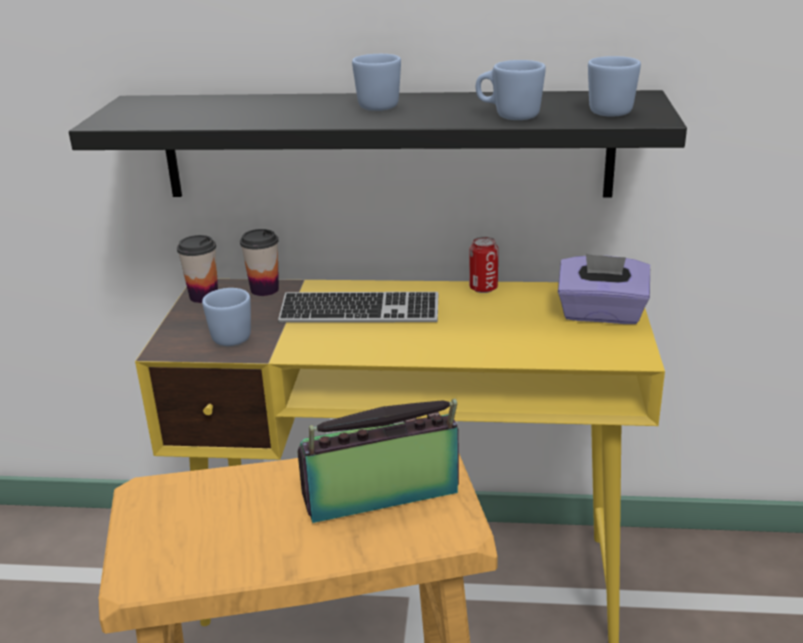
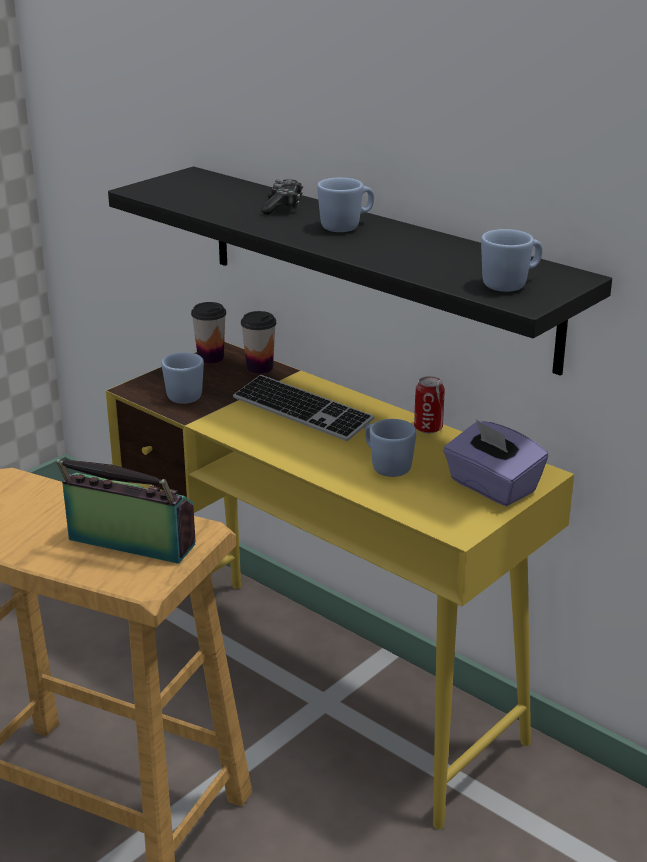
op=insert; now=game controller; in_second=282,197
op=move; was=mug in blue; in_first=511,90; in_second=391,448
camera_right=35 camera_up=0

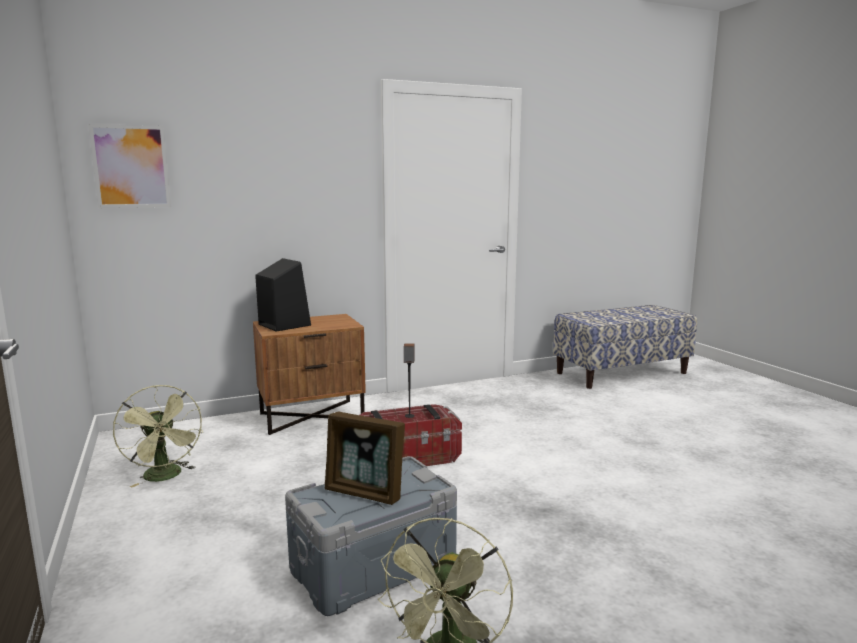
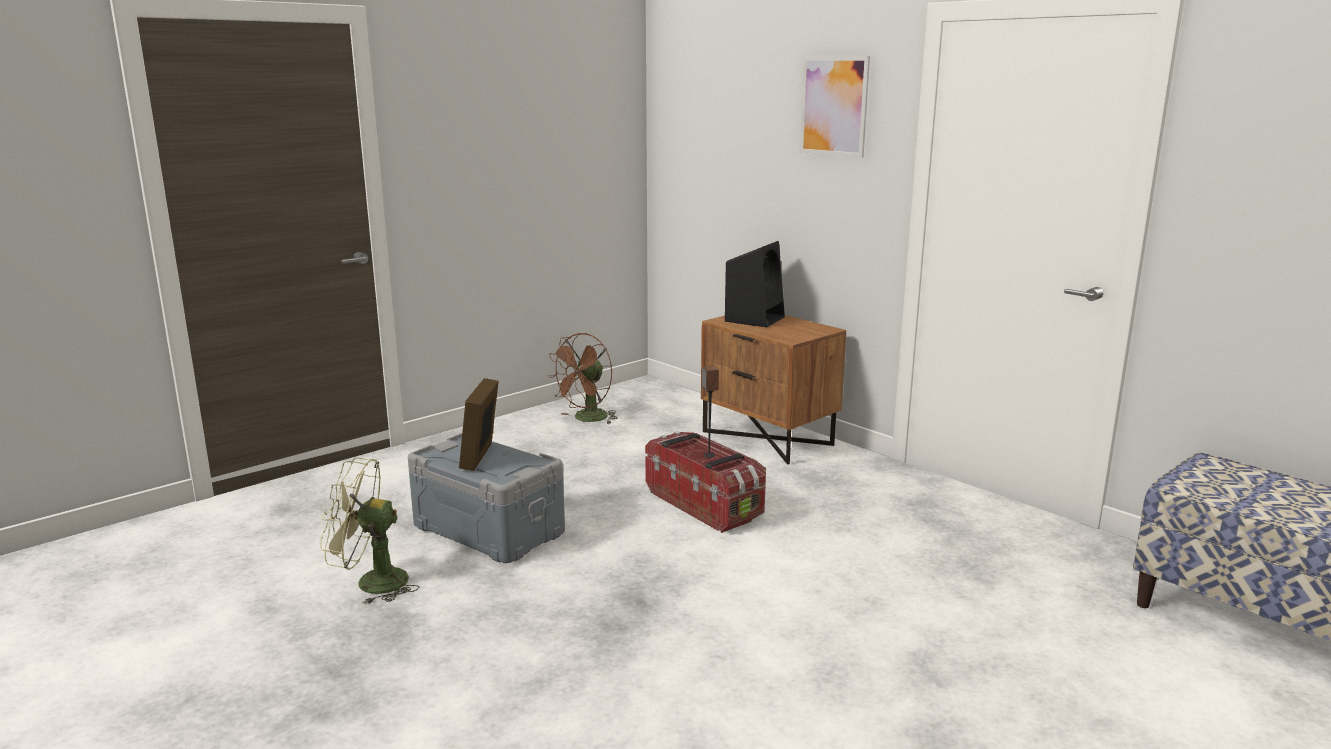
op=recolor; was=fan in green; now=fan in brown; in_first=158,436; in_second=582,378
op=move; was=picture; in_first=129,166; in_second=835,107
camera_right=70 camera_up=5

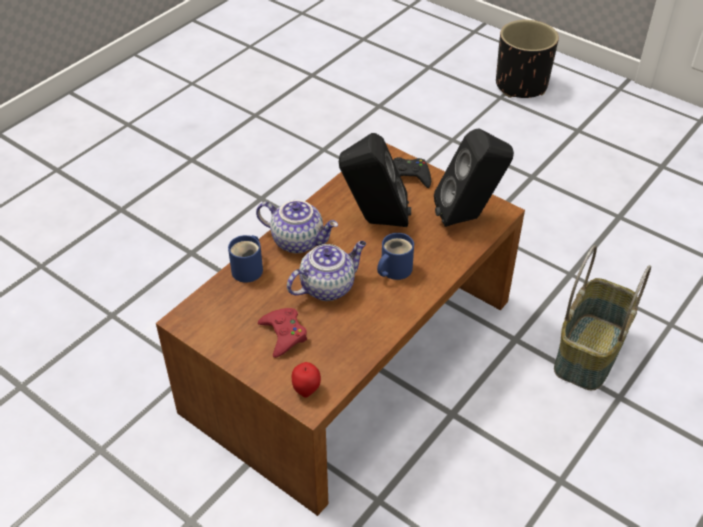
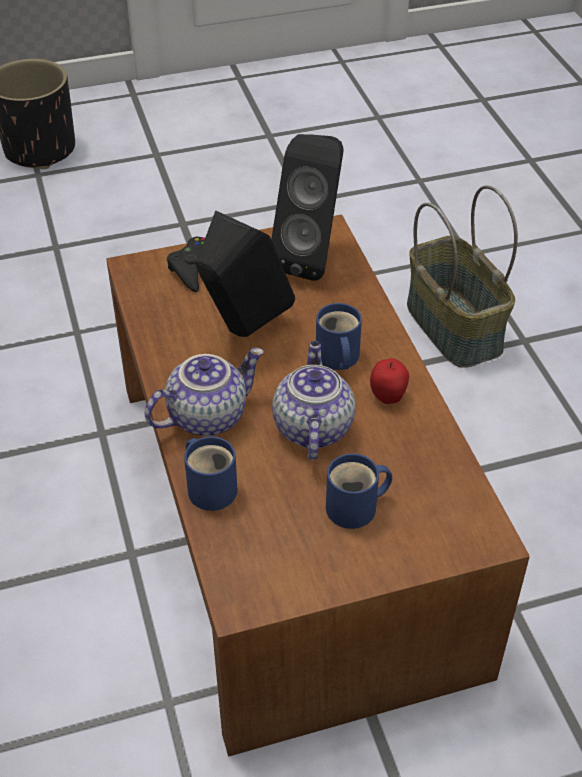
op=replace; was=game controller in red; now=mug in blue; in_first=282,333; in_second=359,491
op=move; was=apple; in_first=306,380; in_second=389,381
camera_right=-55 camera_up=0

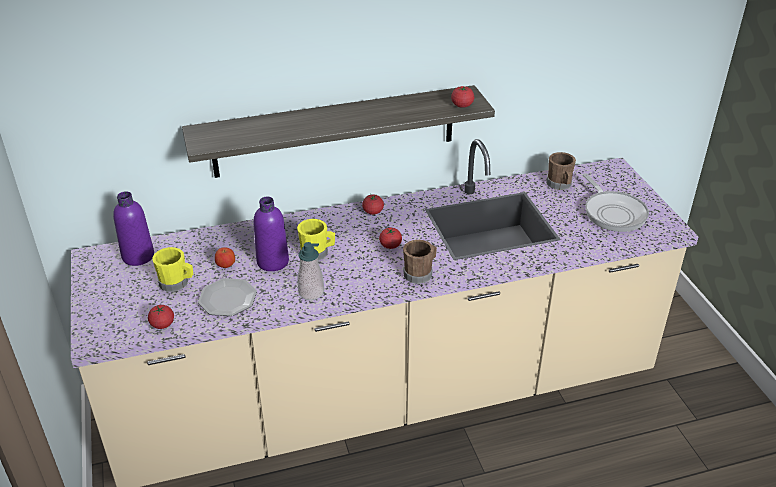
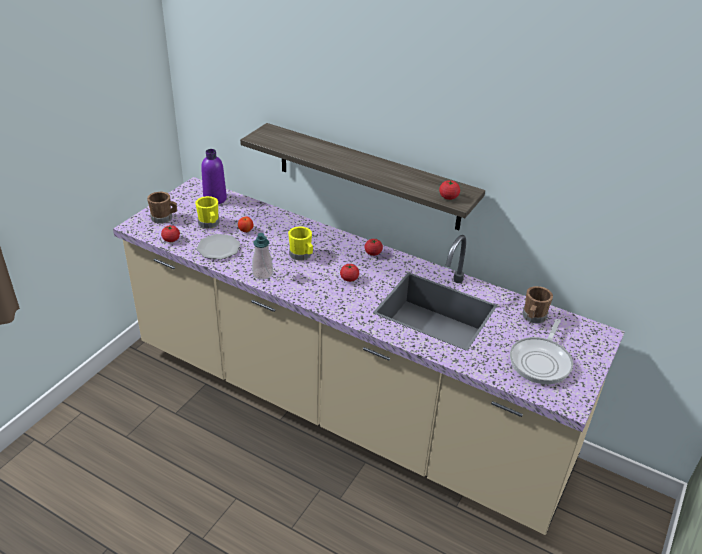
op=move; was=mug in brown; in_first=420,262; in_second=162,208
op=delete; was=bottle in purple; in_first=271,234
camera_right=45 camera_up=0

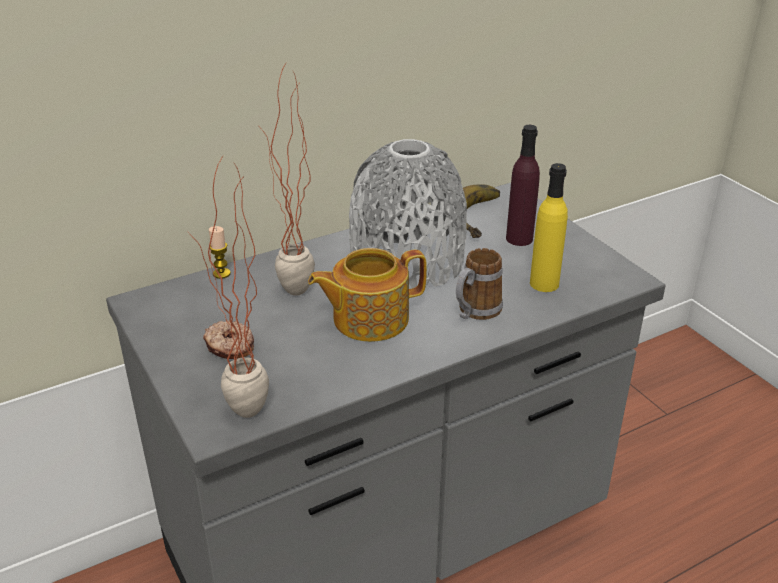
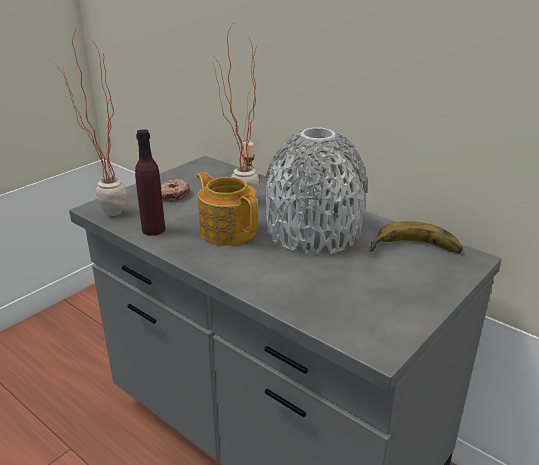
op=move; was=bottle in purple; in_first=523,185; in_second=150,182
op=delete; was=mug; in_first=479,284
op=delete; was=bottle in yellow; in_first=549,227
camera_right=70 camera_up=-5

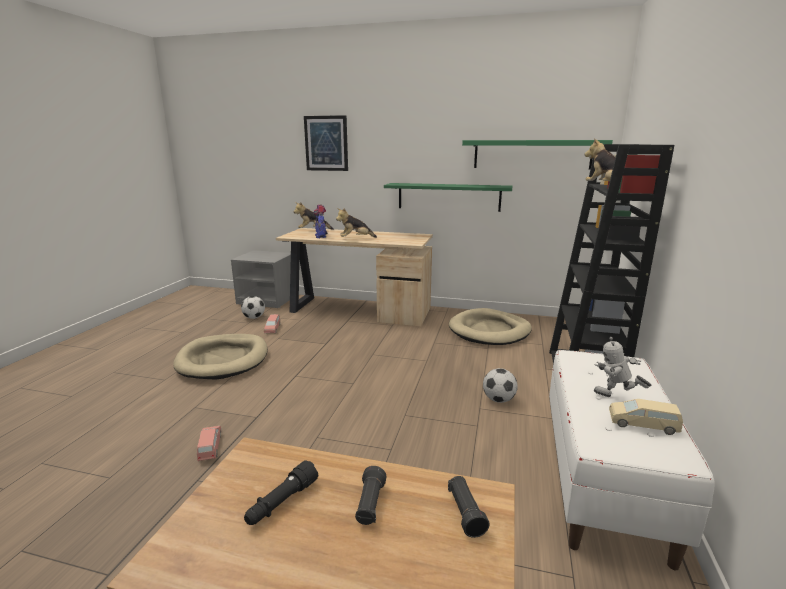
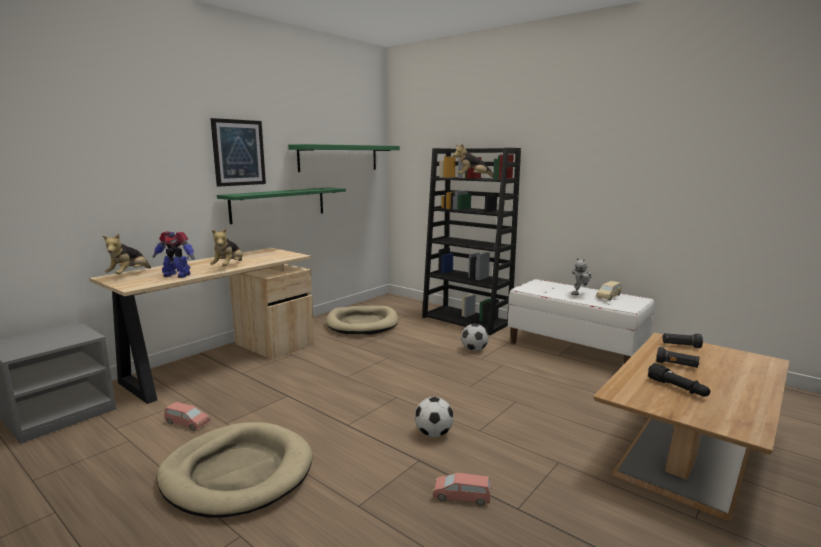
op=move; was=picture; in_first=326,143; in_second=238,152
op=move; was=football; in_first=253,307; in_second=434,417
camera_right=-65 camera_up=-5

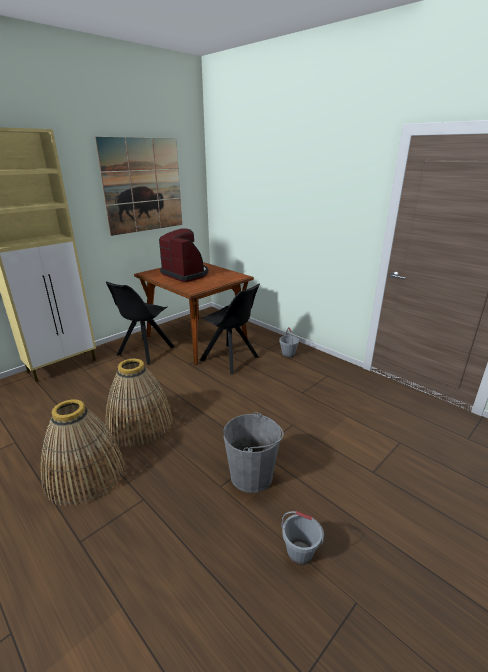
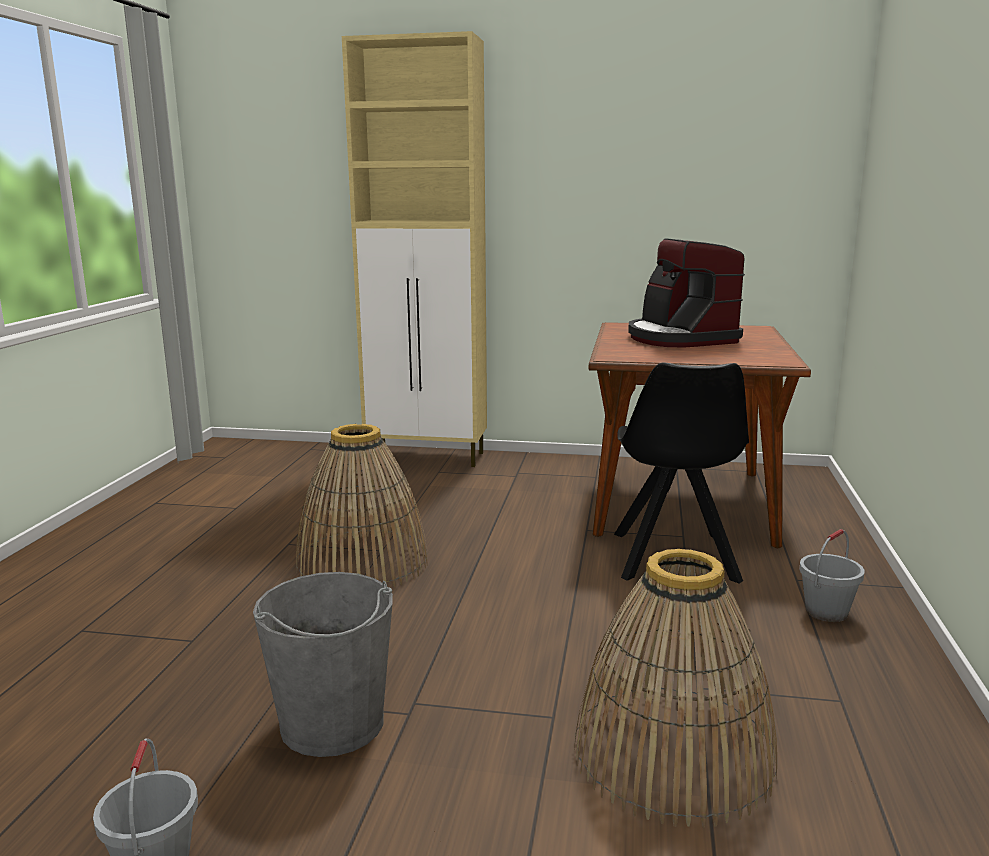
op=move; was=basket; in_first=82,453; in_second=675,688
op=rotate; was=coffee machine; in_first=183,255; in_second=686,292; clockwise=150
op=delete; was=picture; in_first=138,186
op=delete; was=chair in black; in_first=140,323
camera_right=55 camera_up=-10

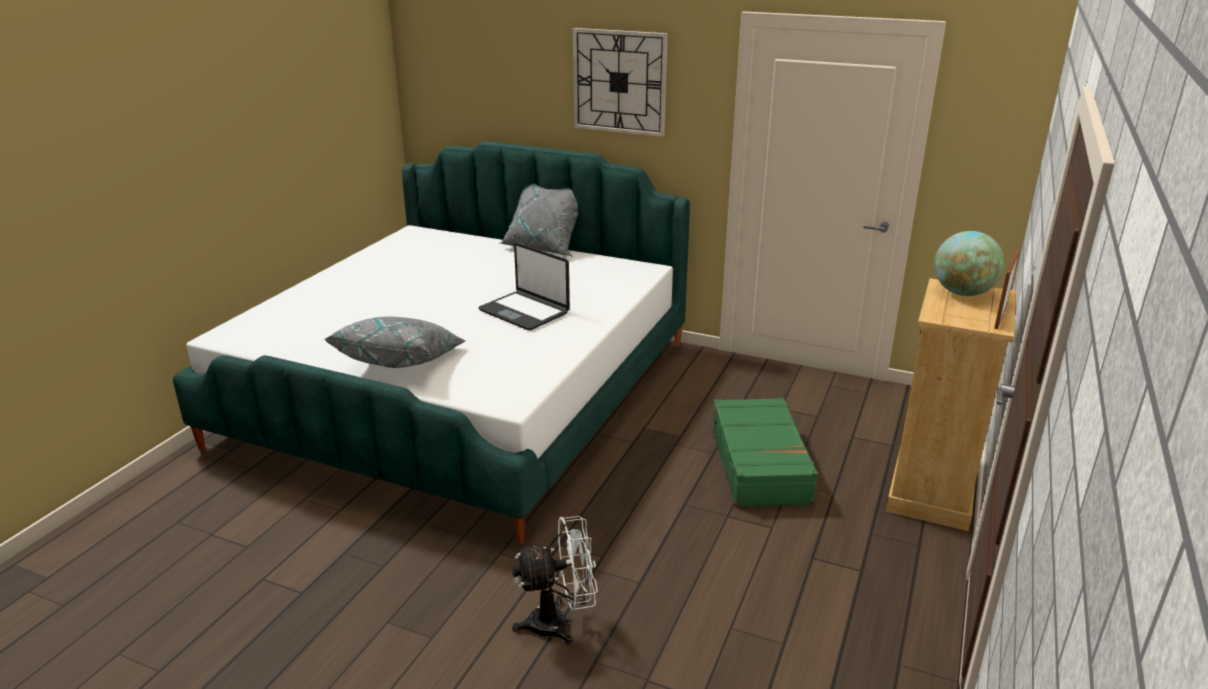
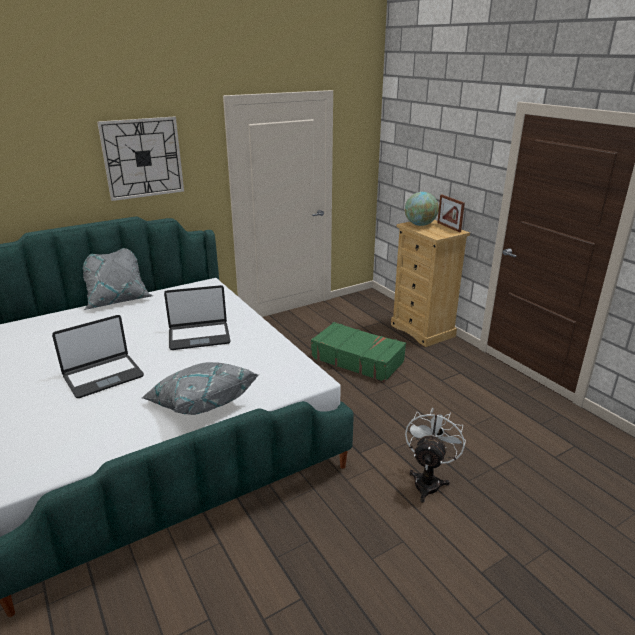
op=insert; now=laptop; in_second=98,356
camera_right=-55 camera_up=0

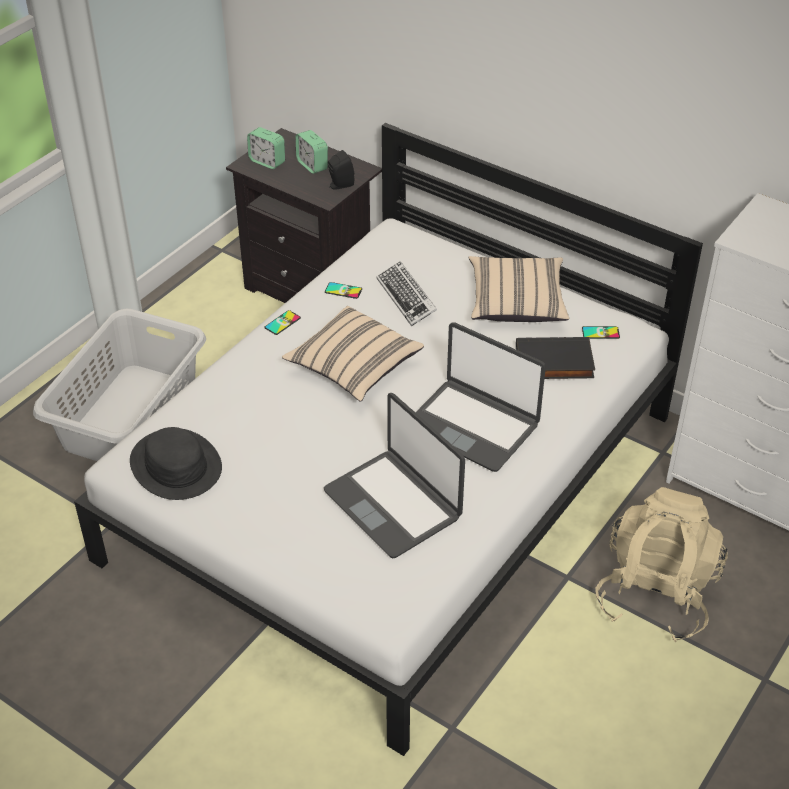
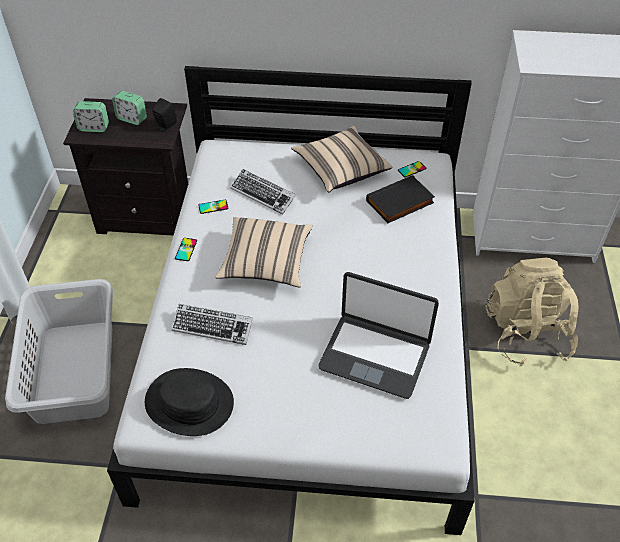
op=insert; now=keyboard; in_second=212,324
op=delete; was=laptop; in_first=480,397
camera_right=-30 camera_up=5

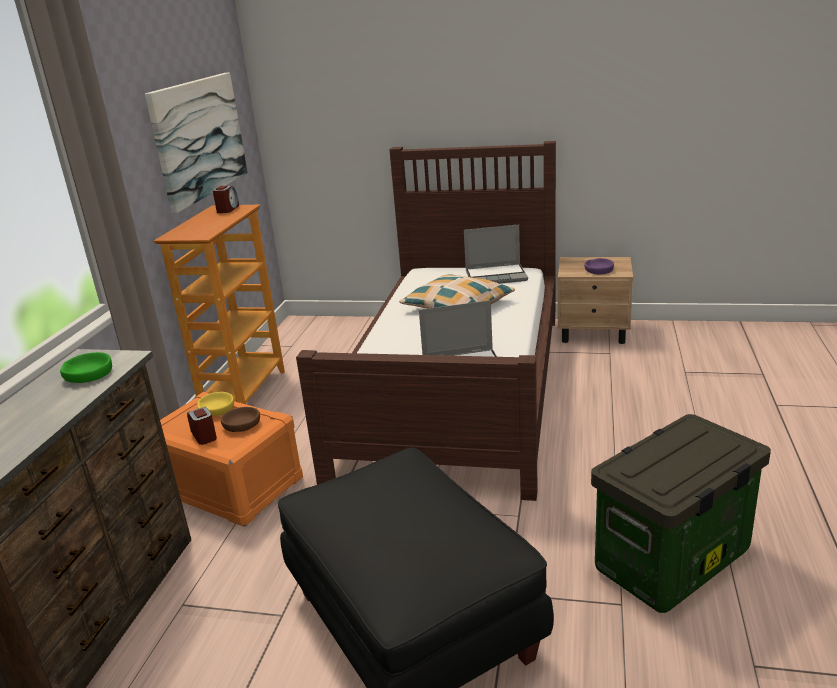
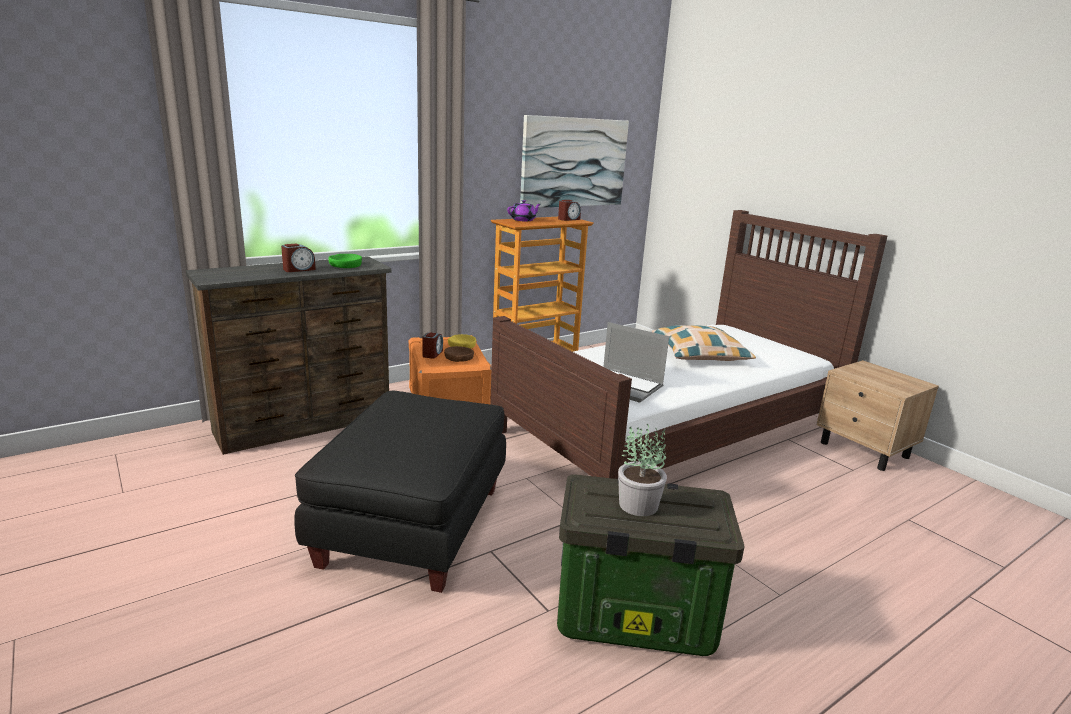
op=insert; now=alarm clock; in_second=298,257
op=insert; now=teapot in purple; in_second=523,210
op=insert; now=potted plant; in_second=642,470
op=delete; was=laptop; in_first=496,254
op=delete; was=bowl in purple; in_first=599,266
camera_right=40 camera_up=-5

